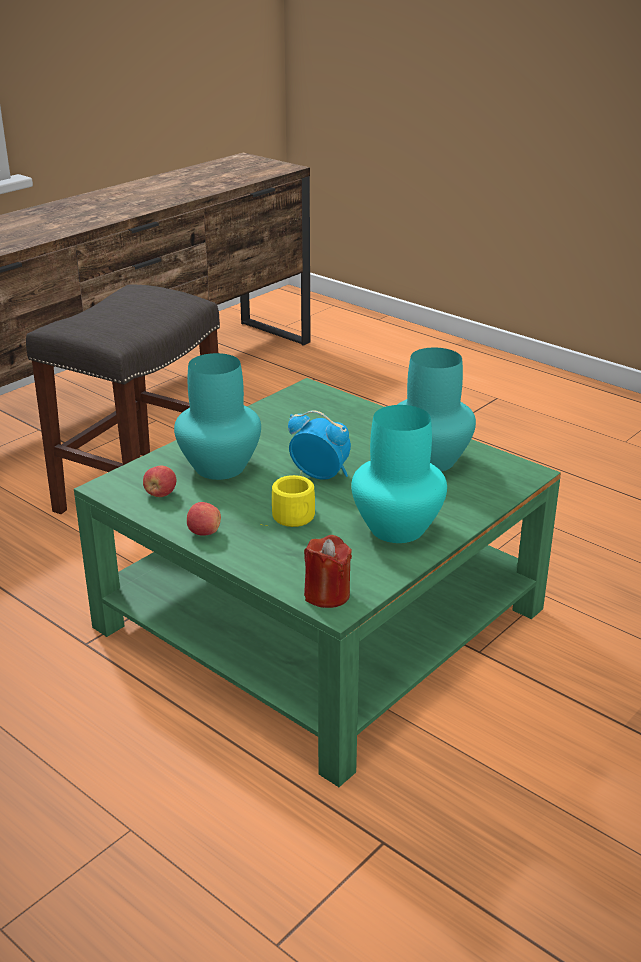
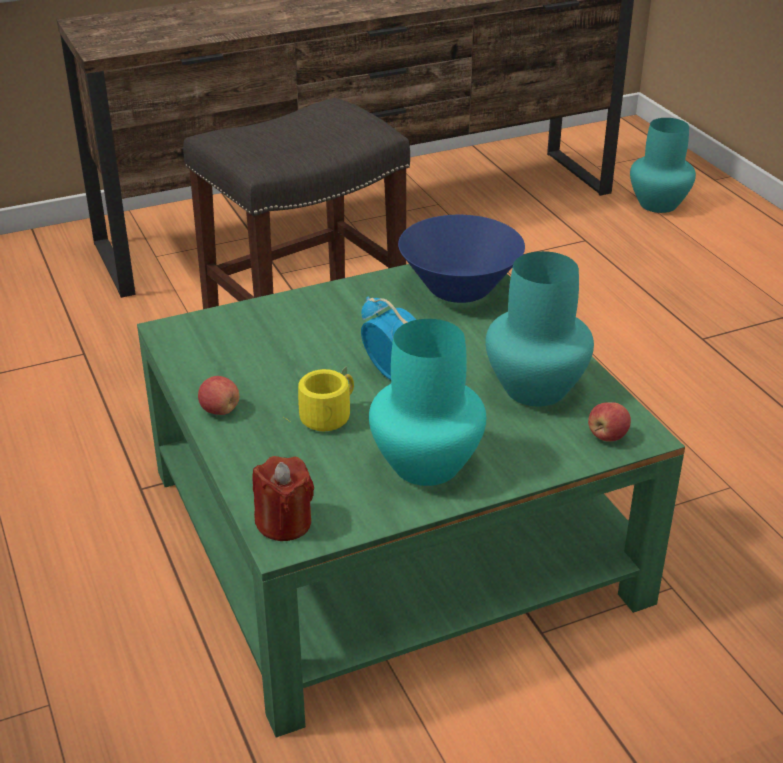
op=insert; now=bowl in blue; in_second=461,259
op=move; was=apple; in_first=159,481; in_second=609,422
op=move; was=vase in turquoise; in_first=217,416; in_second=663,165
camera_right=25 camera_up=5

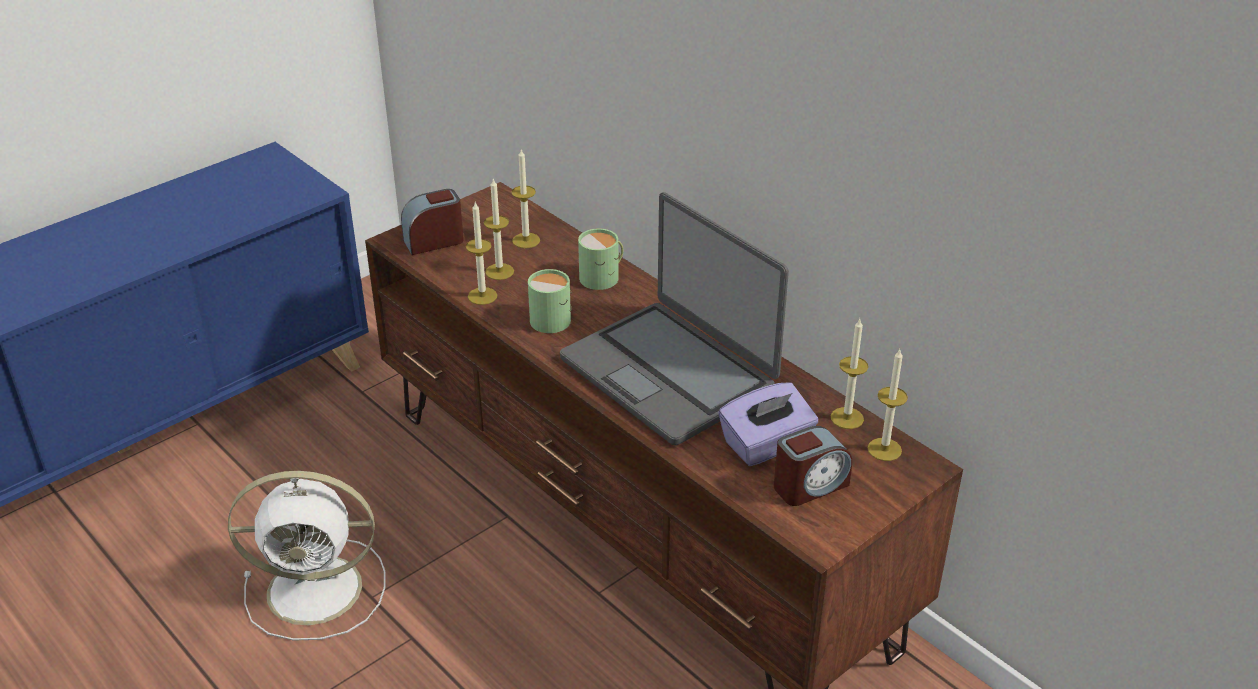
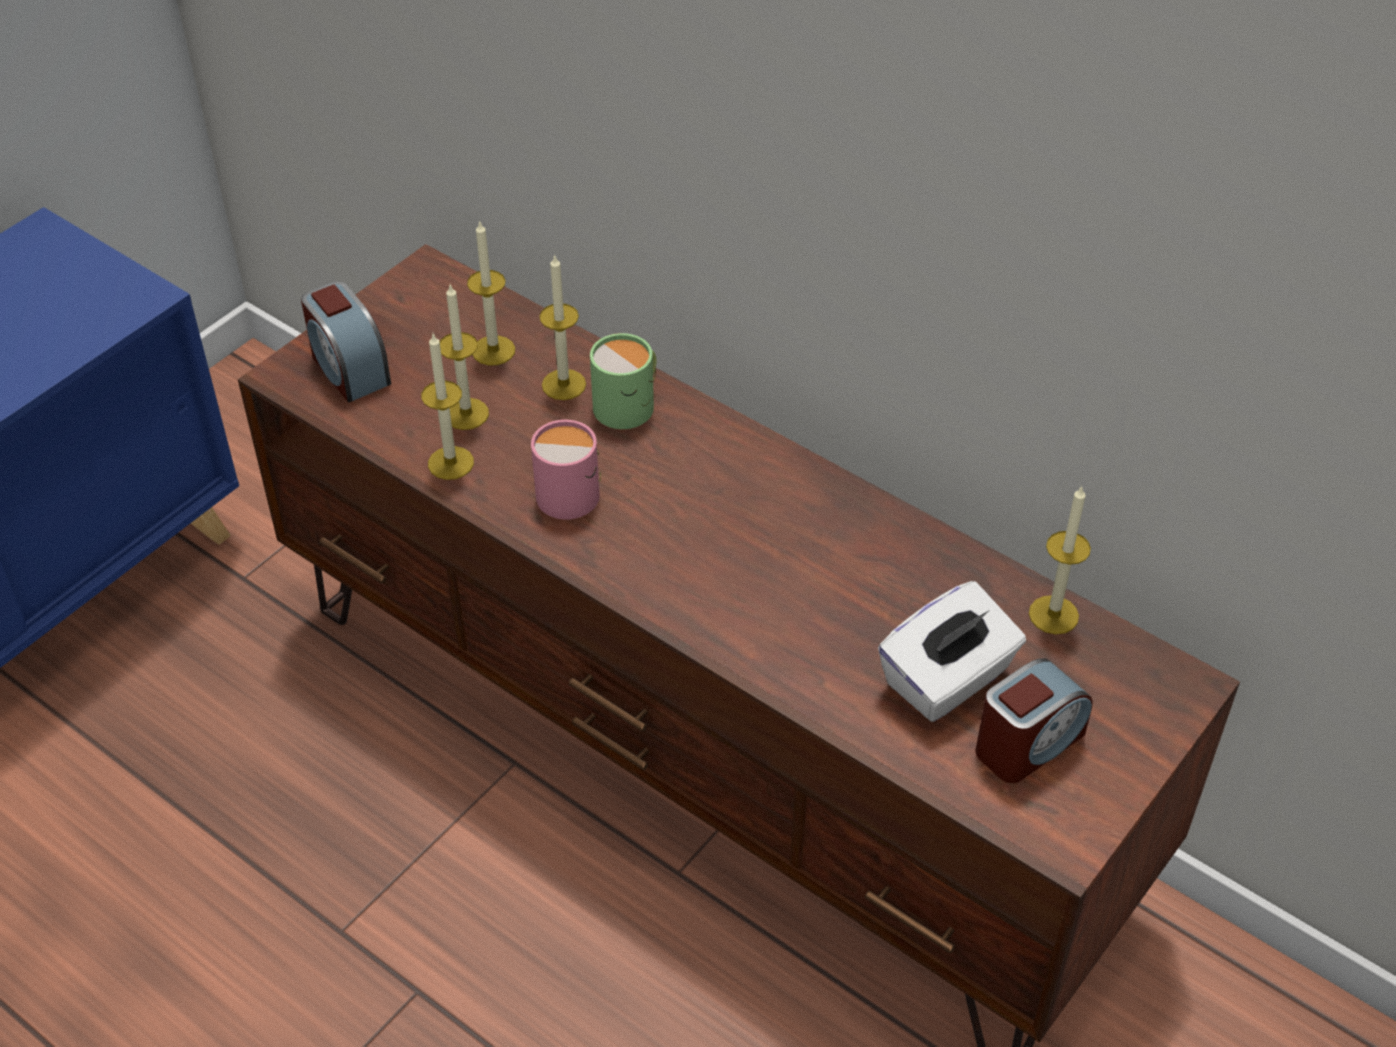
op=rotate; was=alarm clock; in_first=432,222; in_second=346,341; clockwise=-90
op=recolor; was=mug in green; now=mug in pink; in_first=550,301; in_second=566,470
op=move; was=candle; in_first=887,405; in_second=562,327
op=recolor; was=tissue box in purple; now=tissue box in white; in_first=768,424; in_second=952,651
op=delete; was=fan in white; in_first=307,556
op=delete; was=laptop; in_first=674,318
camera_right=-10 camera_up=10

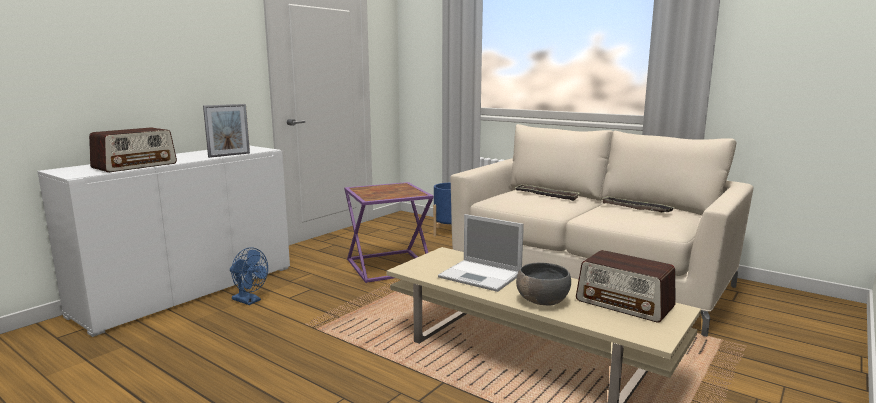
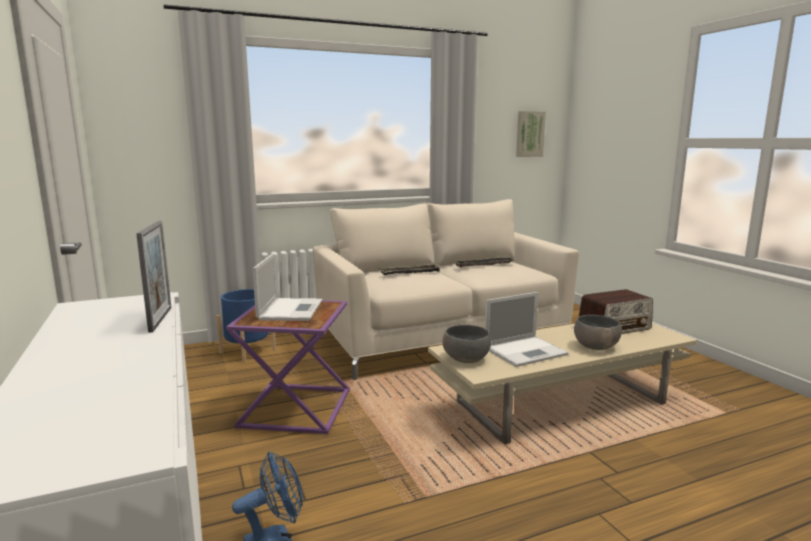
op=insert; now=laptop; in_second=287,287
op=insert; now=bowl in grey; in_second=466,344
op=insert; now=picture; in_second=531,134
op=delete; was=radio; in_first=133,150
camera_right=-60 camera_up=0

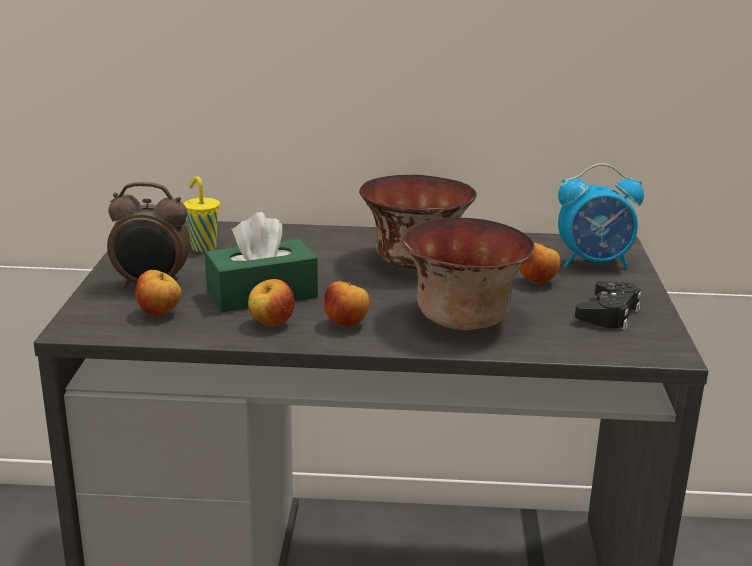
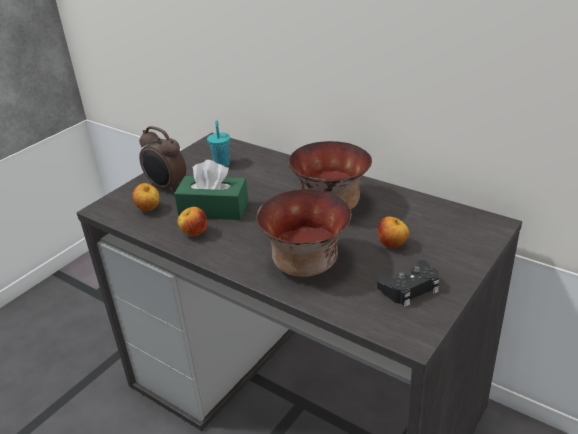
op=recolor; was=cup in yellow; now=cup in turquoise; in_first=201,214; in_second=218,143
op=delete; was=apple; in_first=347,304
op=delete; was=alarm clock; in_first=601,216
camera_right=35 camera_up=10

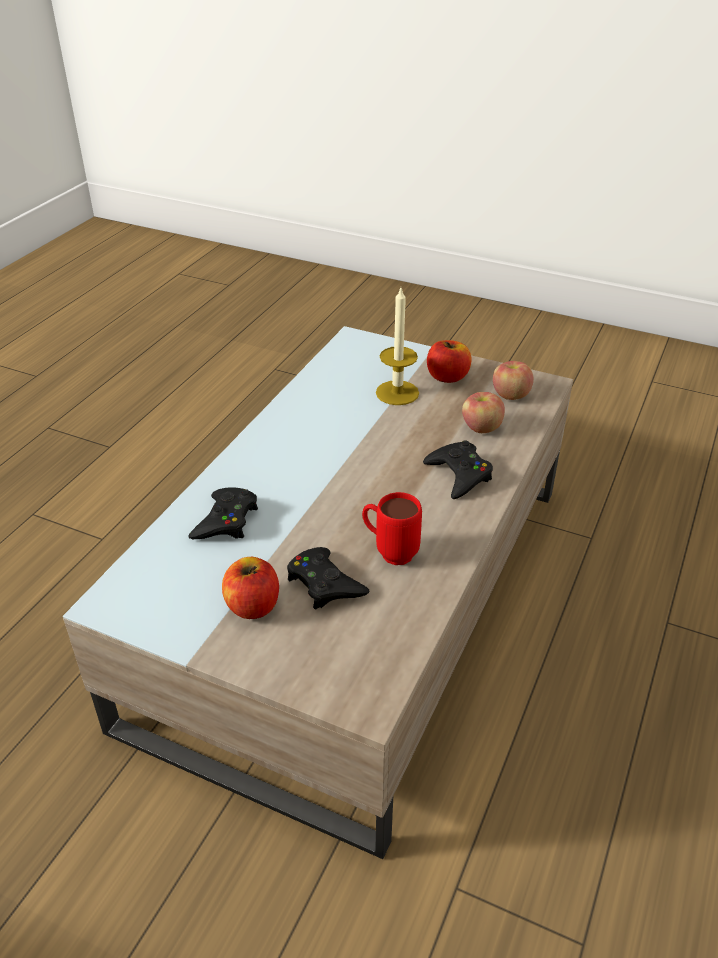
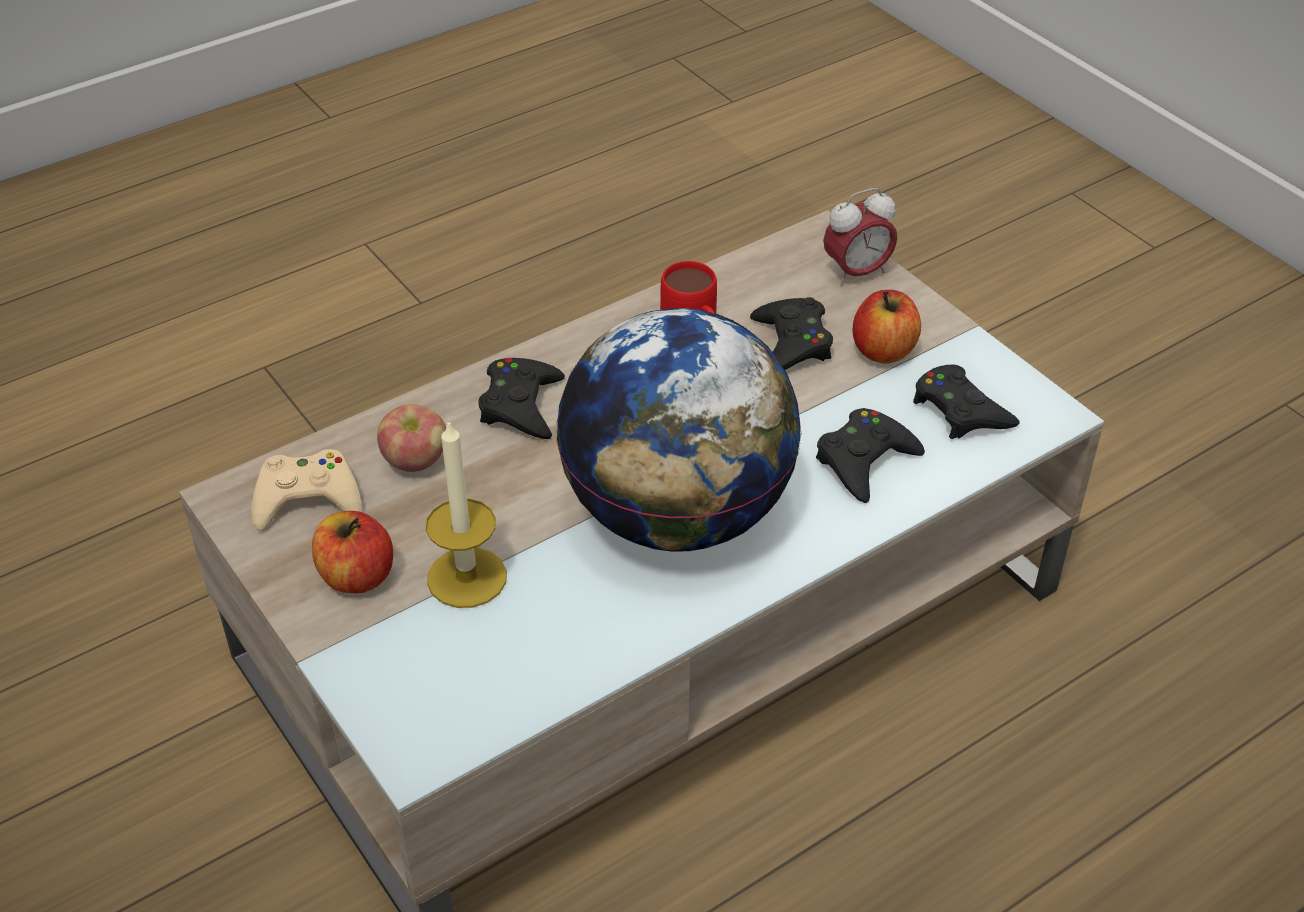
op=replace; was=apple; now=game controller in beige; in_first=513,380; in_second=306,490
op=insert; now=globe; in_second=679,430
op=insert; now=alarm clock; in_second=860,237
op=insert; now=game controller in black; in_second=966,402
camera_right=-150 camera_up=5

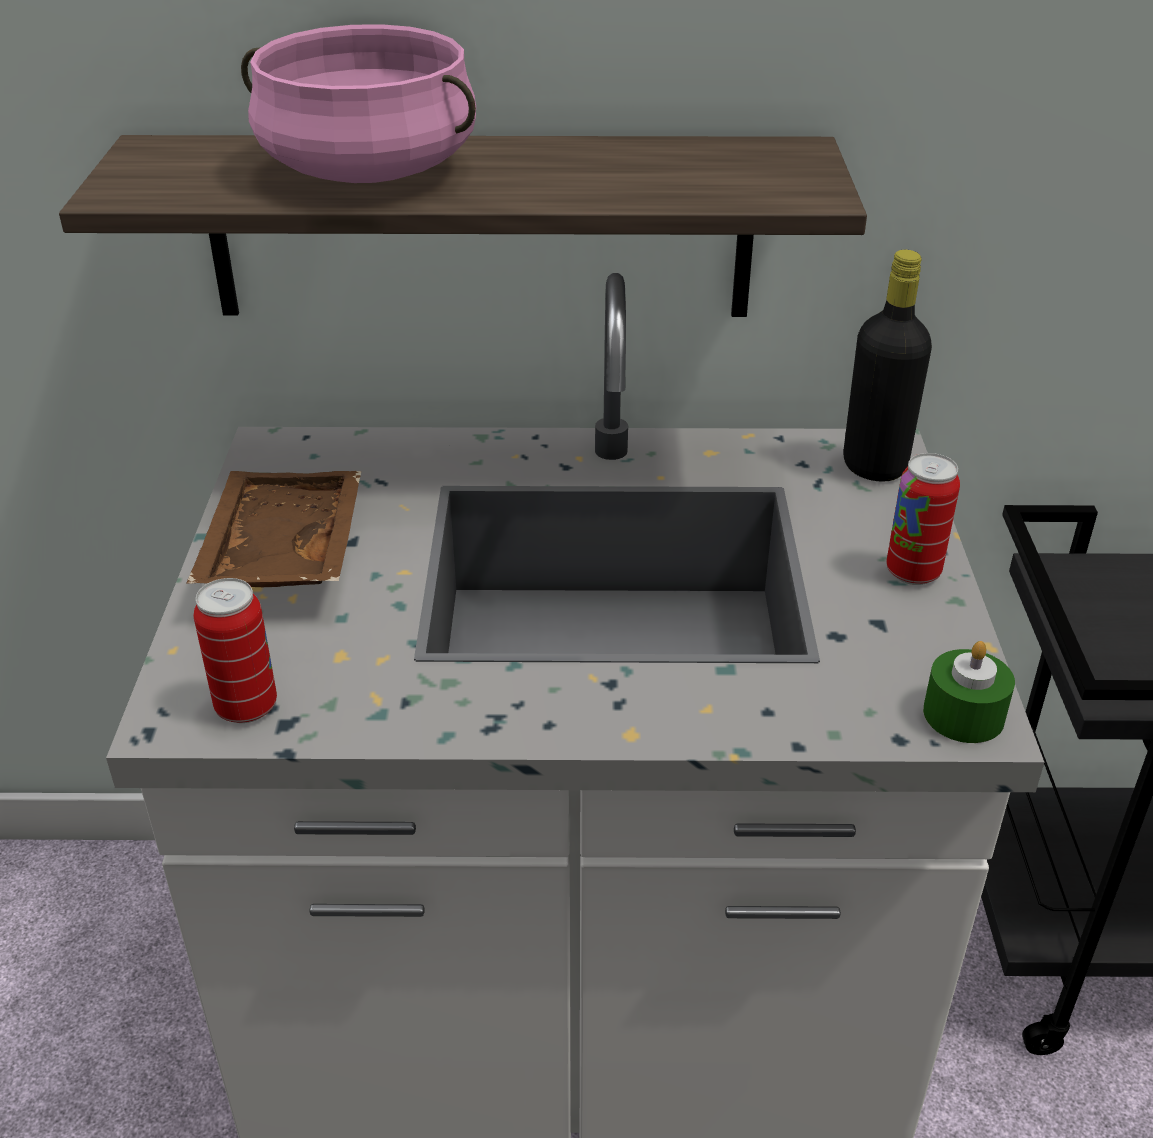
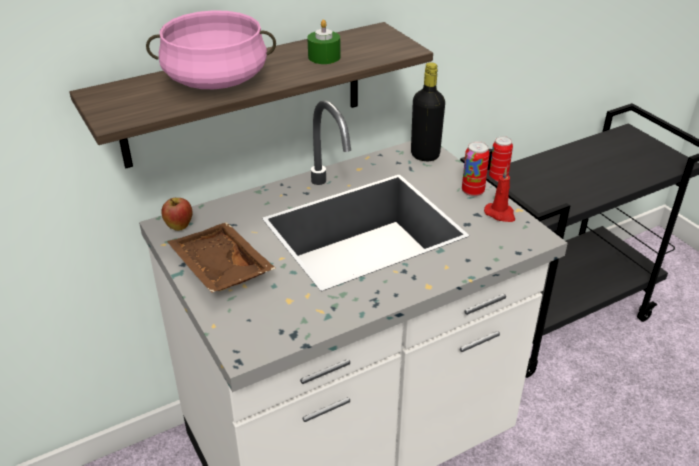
op=insert; now=apple; in_second=177,214
op=move; was=candle in green; in_first=969,692; in_second=324,42
op=insert; now=candle in red; in_second=499,195
op=move; was=can; in_first=235,650; in_second=501,159
camera_right=-30 camera_up=0

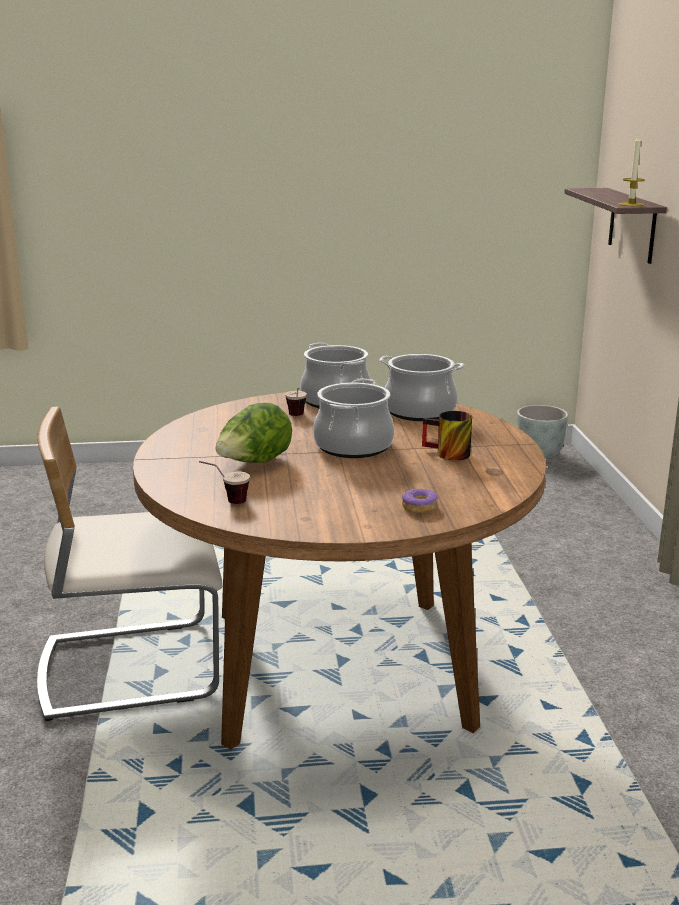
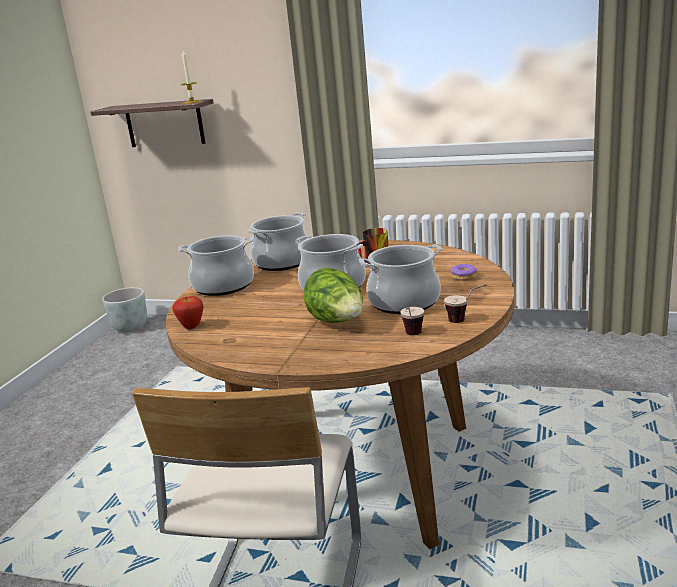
op=insert; now=apple; in_second=188,312
op=insert; now=cooking pot; in_second=400,279
op=move; was=cup; in_first=296,402; in_second=465,303
camera_right=-65 camera_up=0

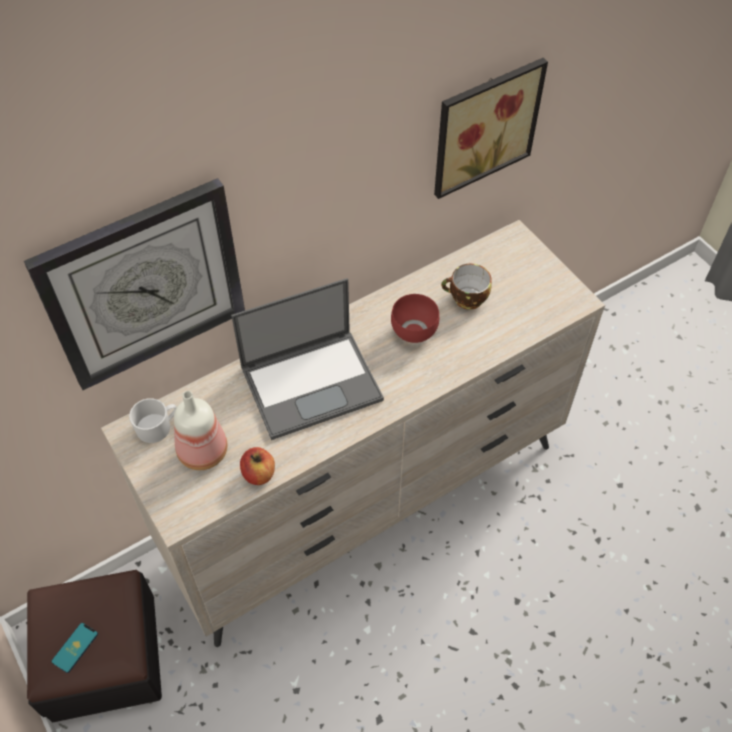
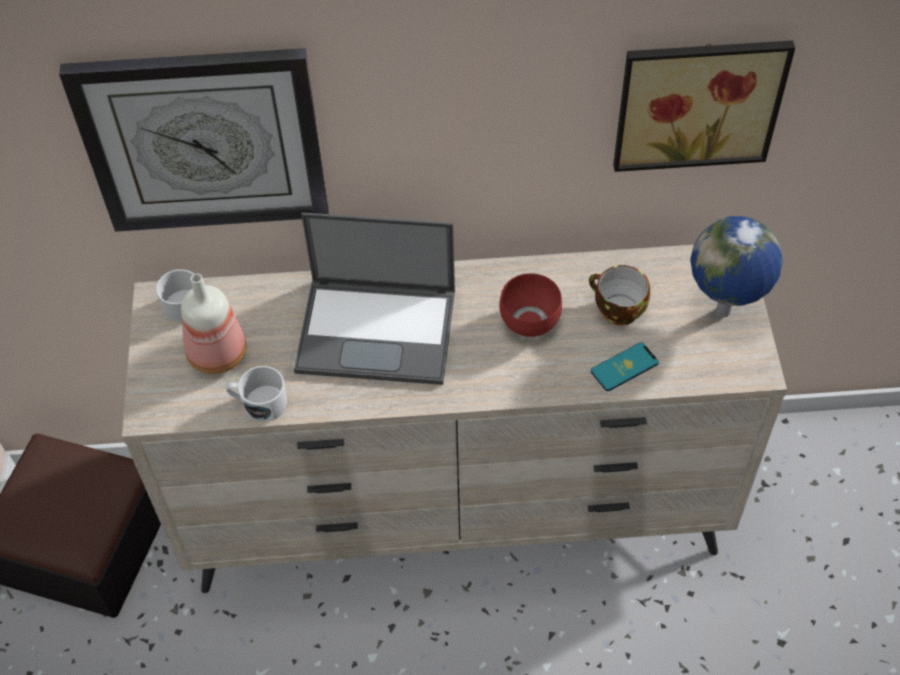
op=replace; was=apple; now=mug in white; in_first=257,466; in_second=256,394
op=move; was=phone; in_first=74,648; in_second=625,366
op=insert; now=globe; in_second=737,266
camera_right=30 camera_up=0

